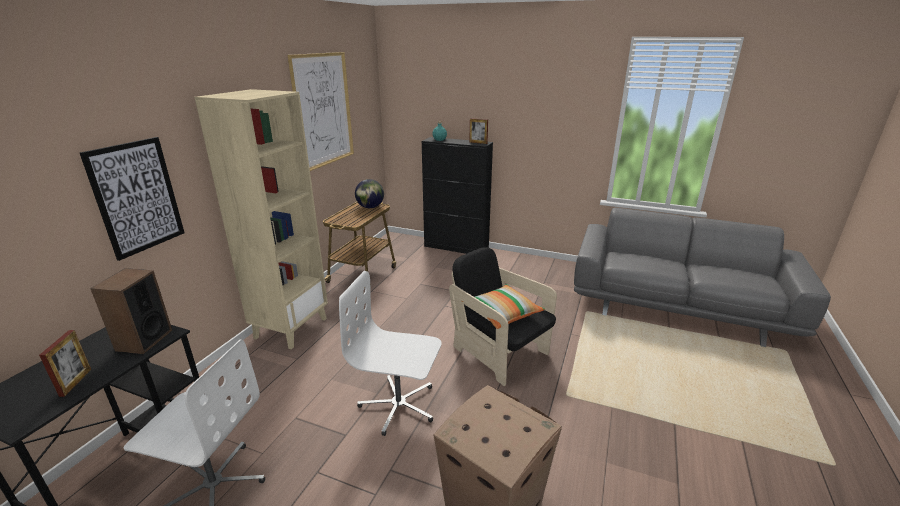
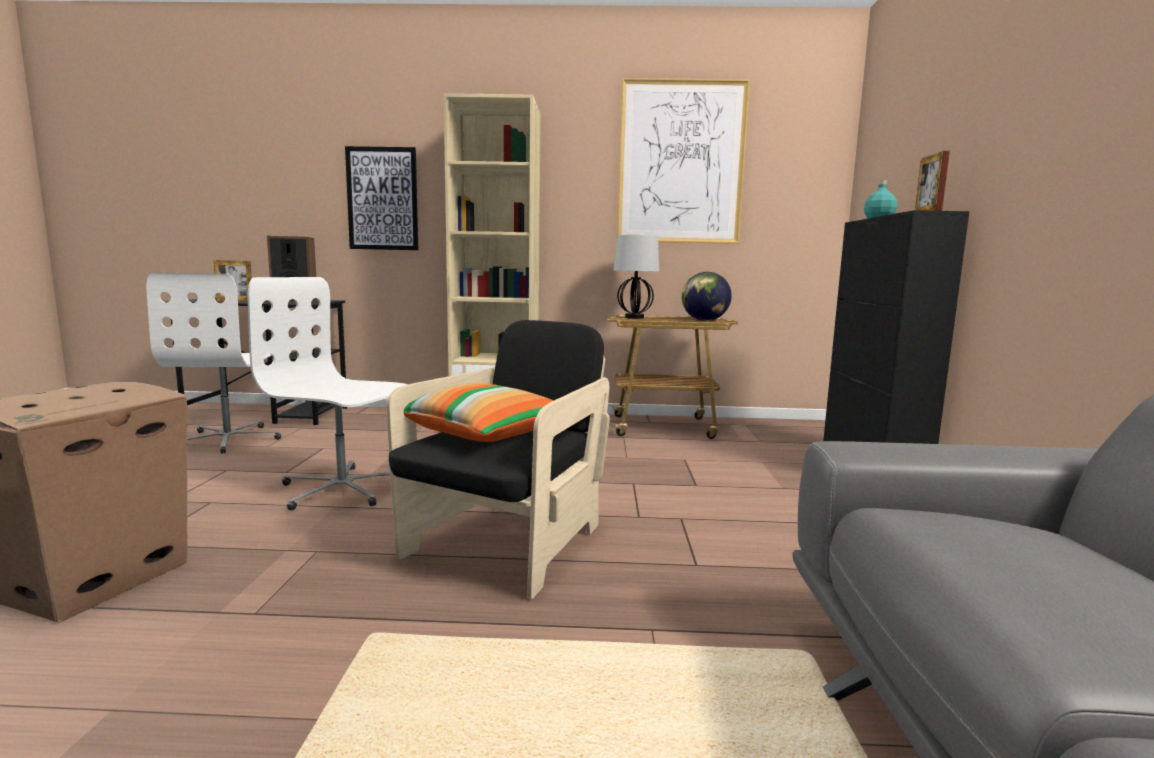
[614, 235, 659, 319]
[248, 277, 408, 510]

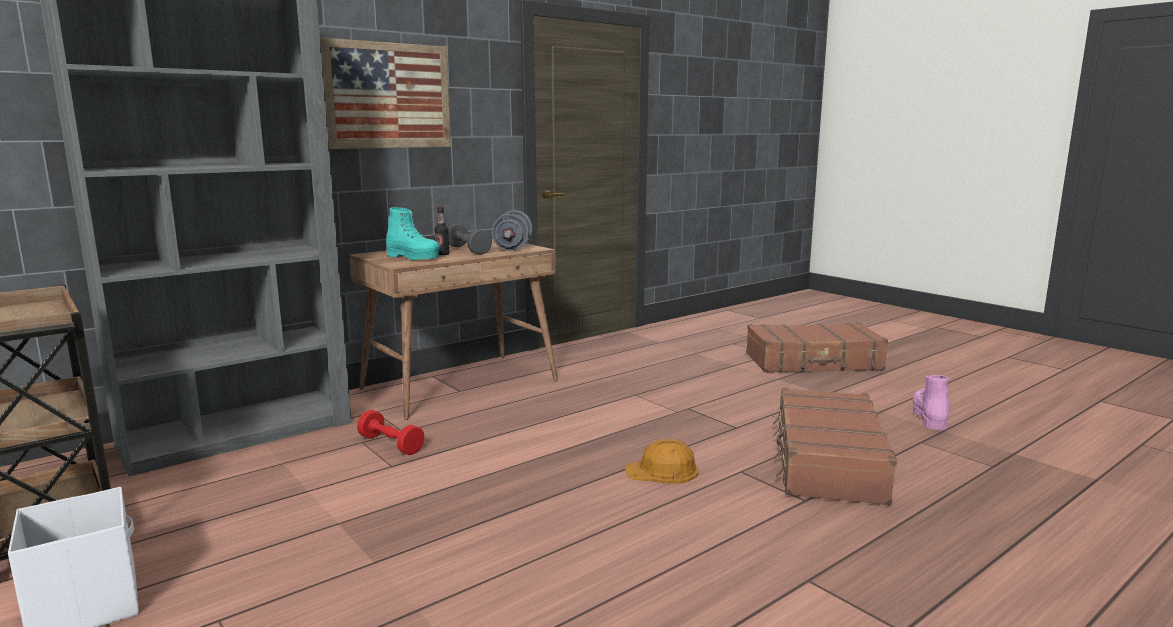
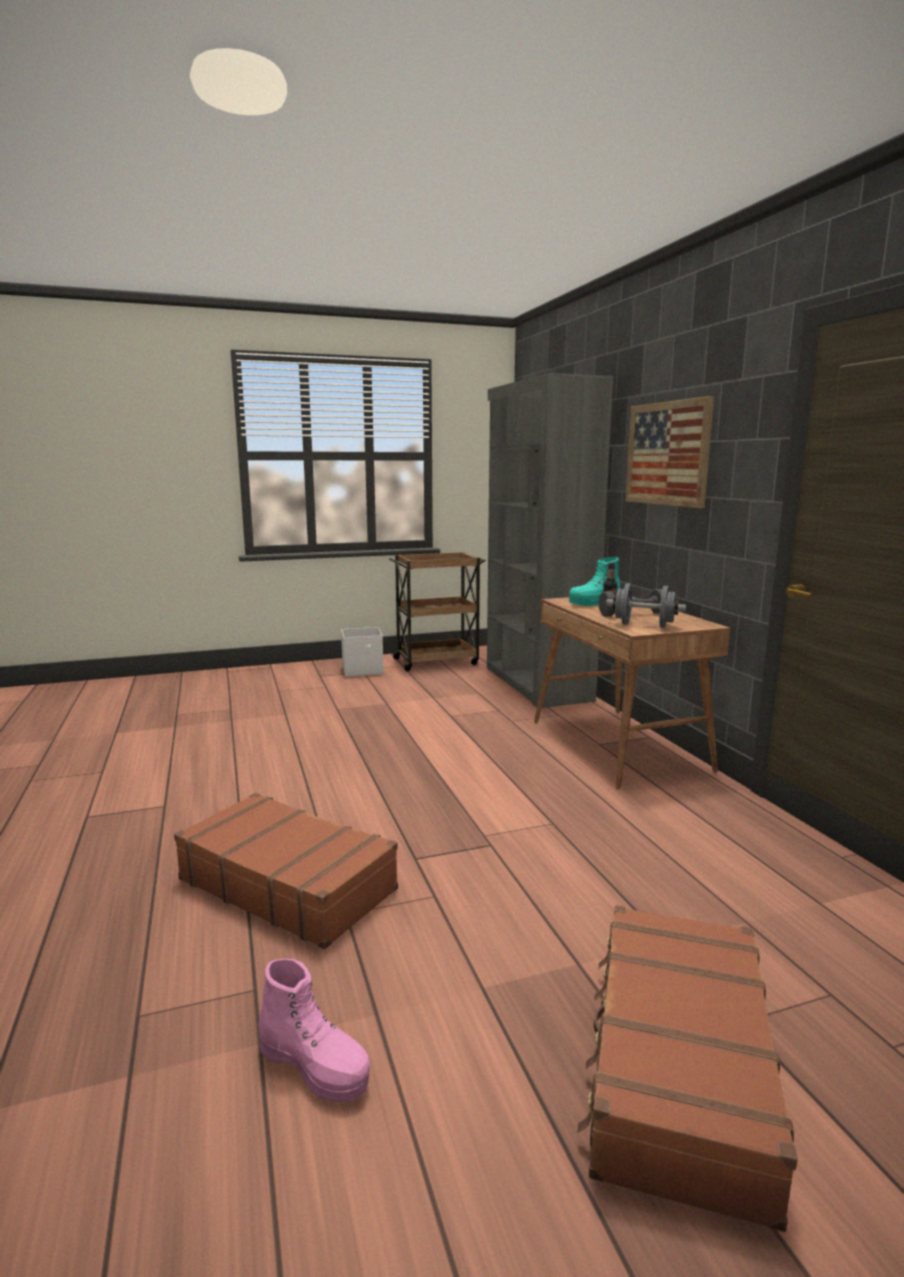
[357, 410, 425, 455] (first image)
[625, 439, 699, 484] (first image)

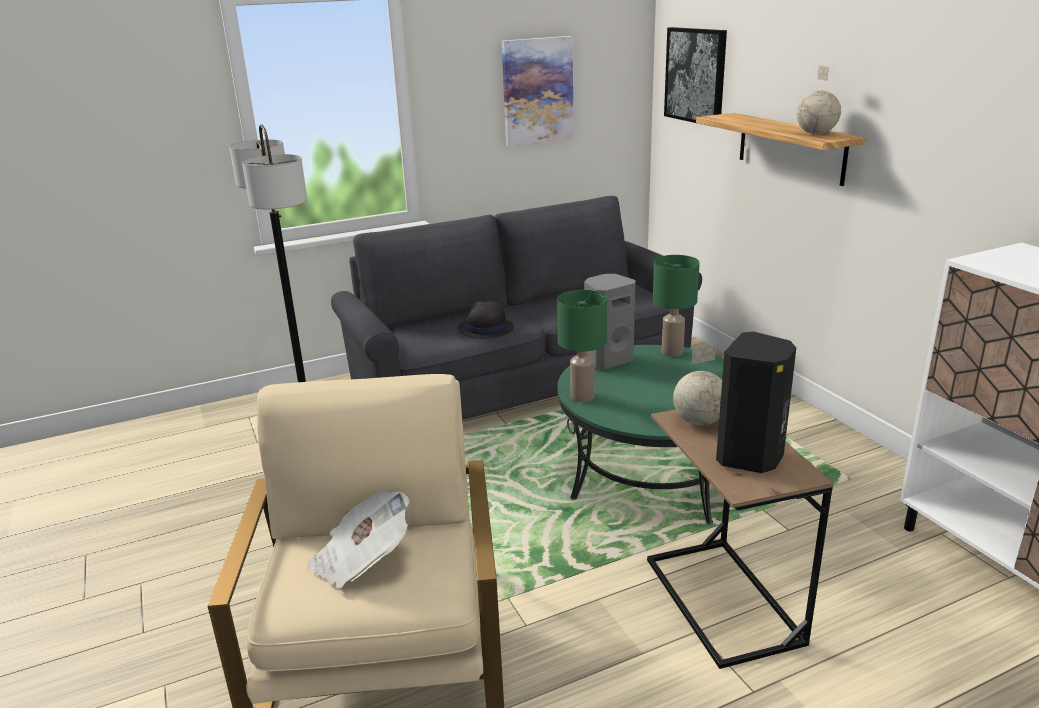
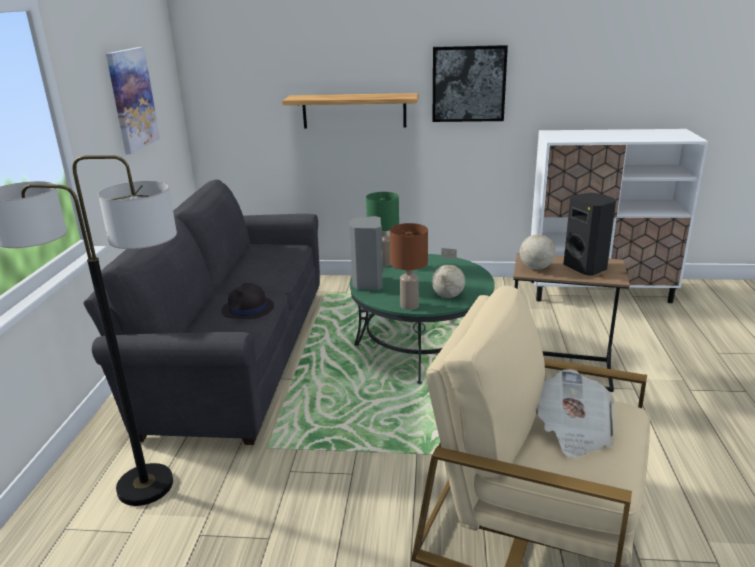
[433, 45, 508, 122]
[432, 248, 465, 298]
[390, 223, 428, 310]

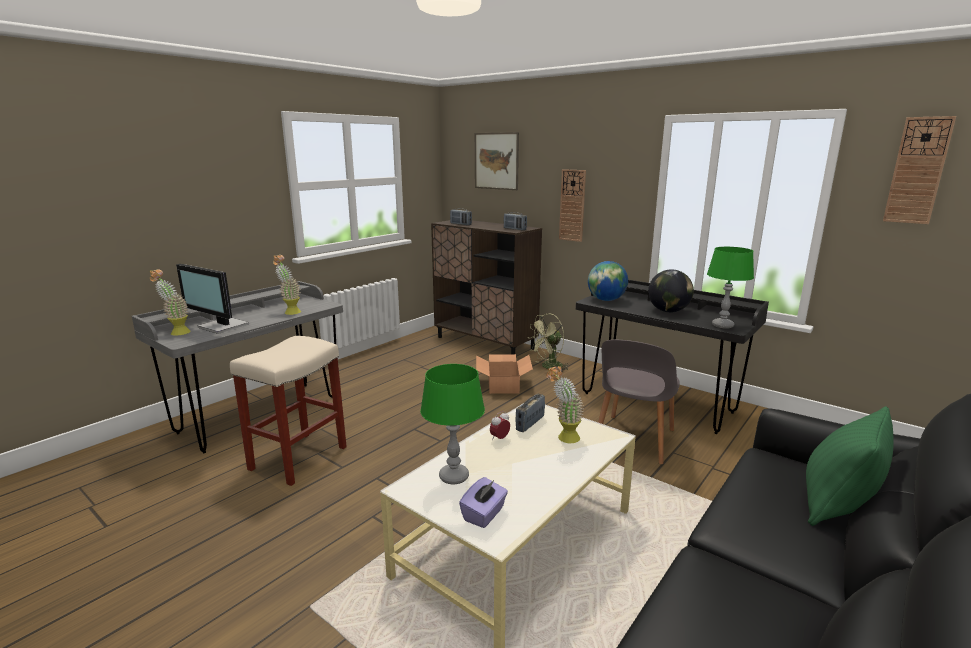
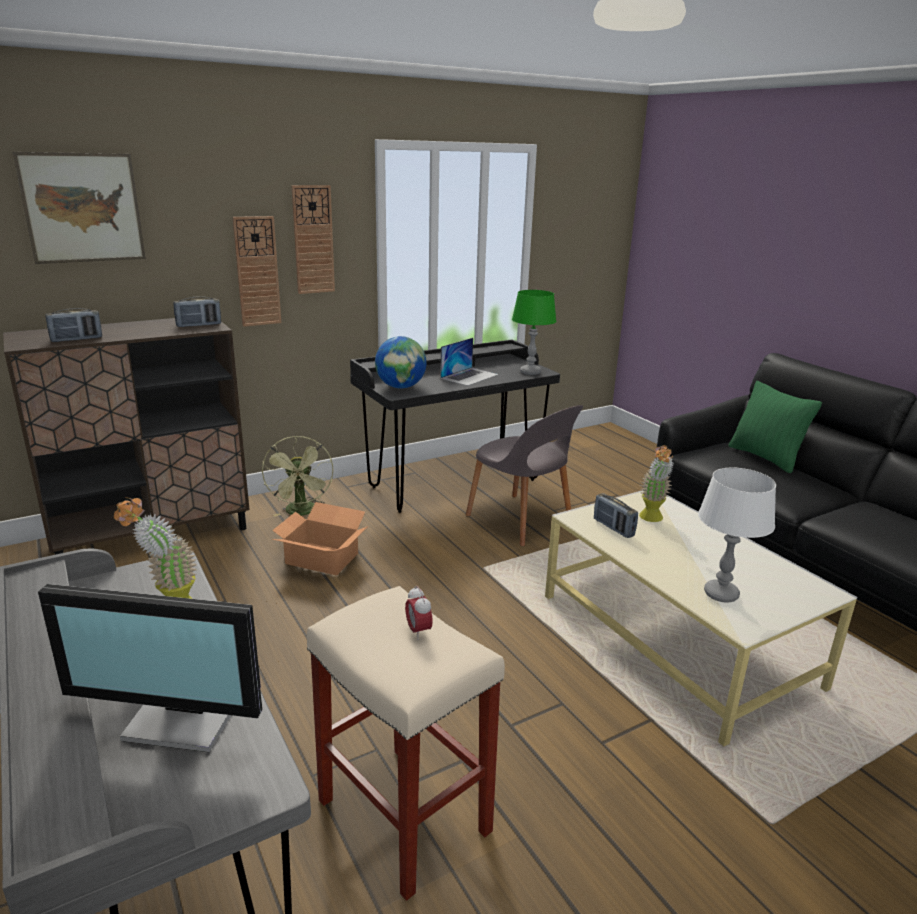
[150, 269, 191, 336] (first image)
[459, 477, 508, 528] (first image)
[405, 586, 433, 640]
[291, 185, 335, 294]
[440, 338, 499, 386]
[698, 467, 776, 603]
[38, 584, 262, 752]

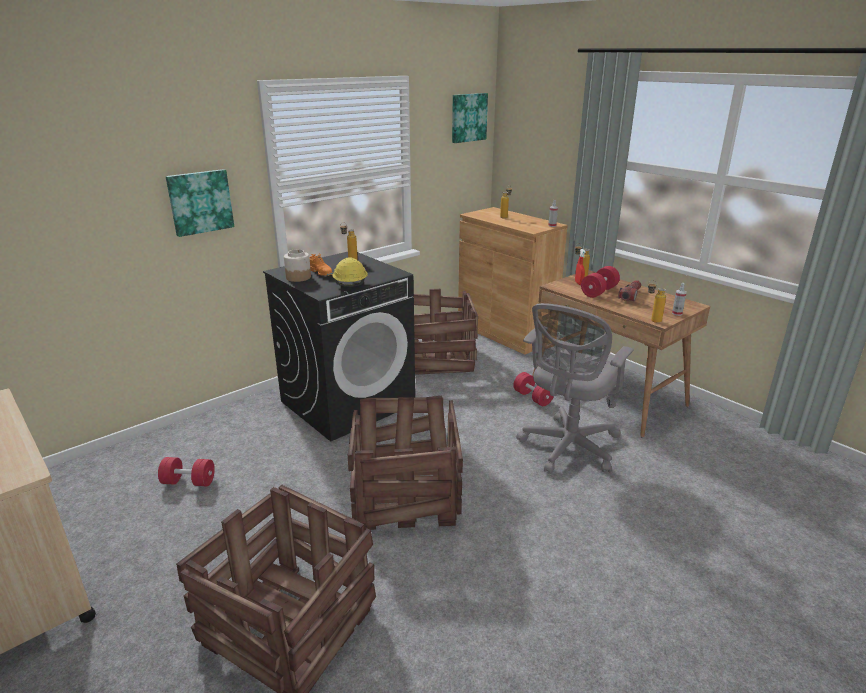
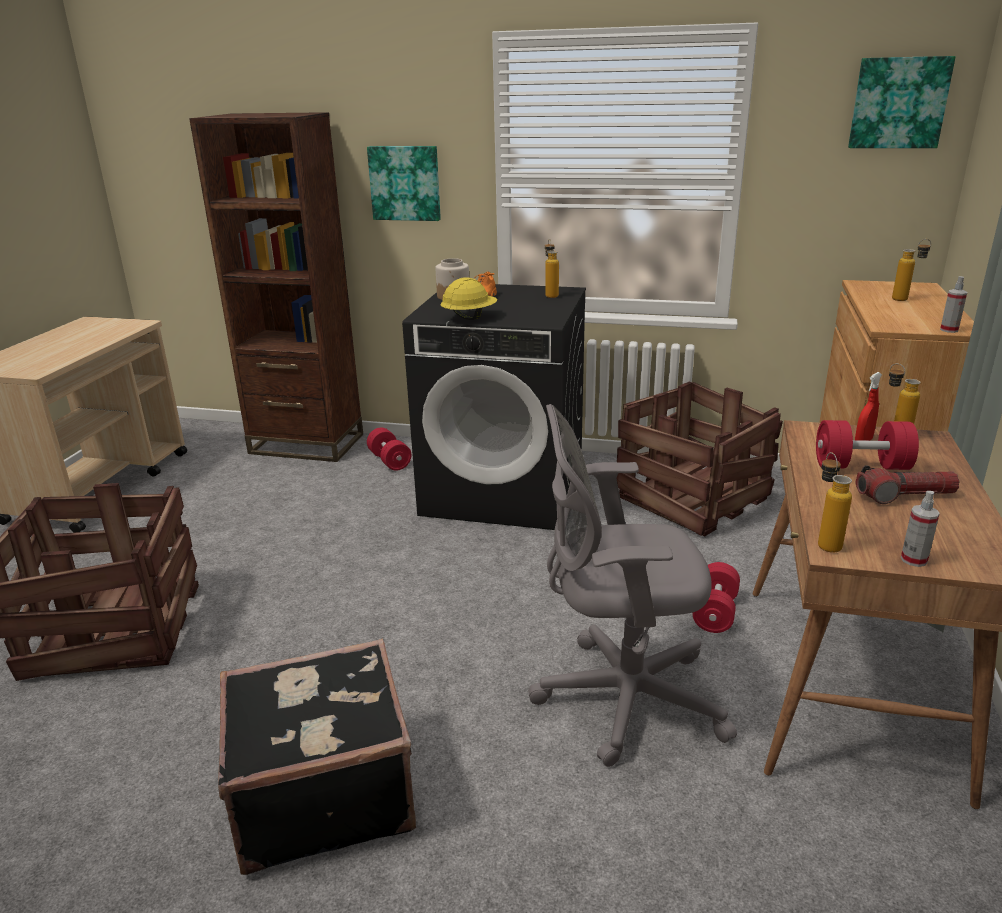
[348, 395, 463, 530] (first image)
[189, 112, 363, 462]
[218, 638, 416, 875]
[367, 428, 411, 471]

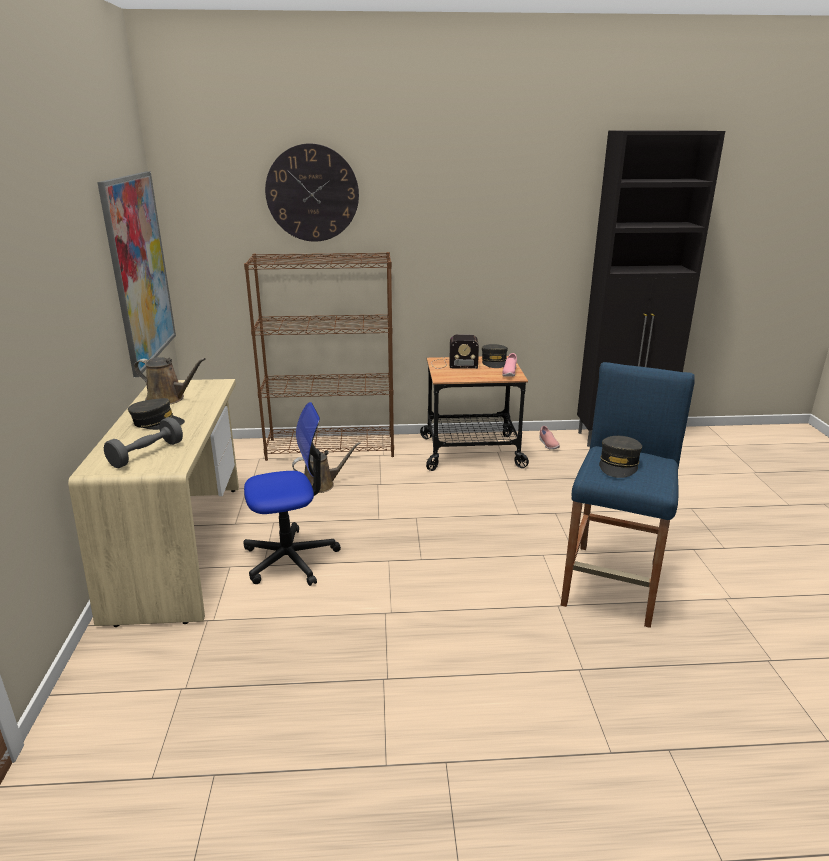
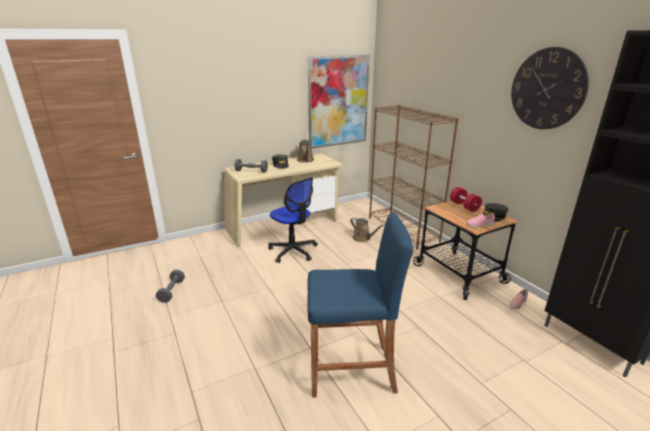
[599, 436, 642, 478] (first image)
[156, 270, 185, 303]
[511, 47, 589, 129]
[450, 187, 482, 212]

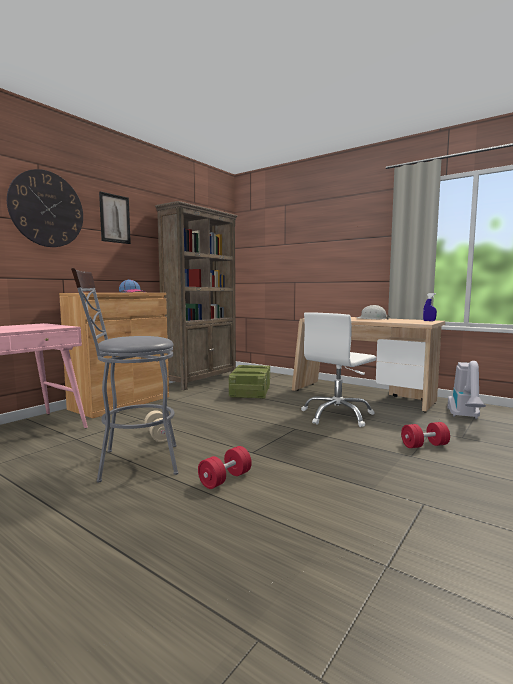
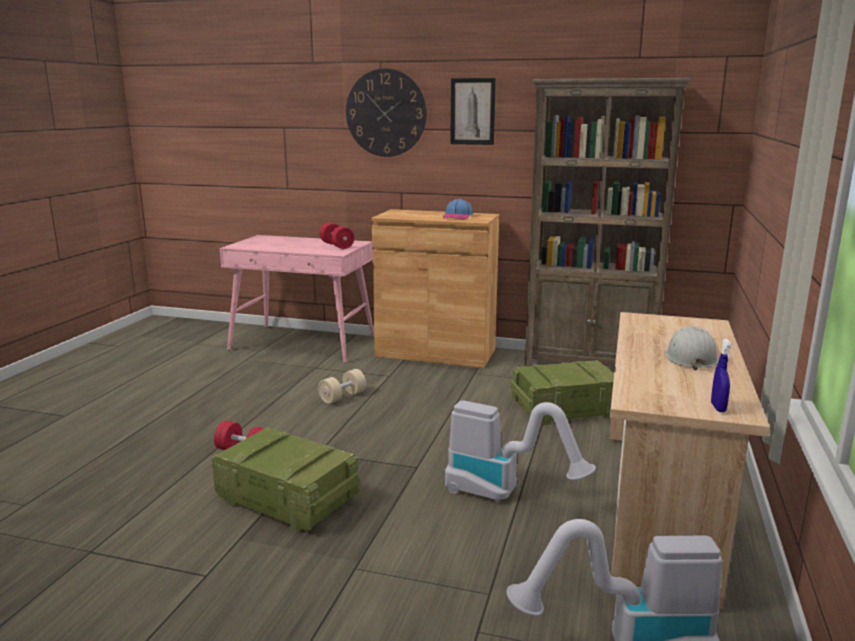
[71, 268, 178, 483] (first image)
[211, 427, 359, 531]
[319, 223, 354, 249]
[445, 401, 596, 503]

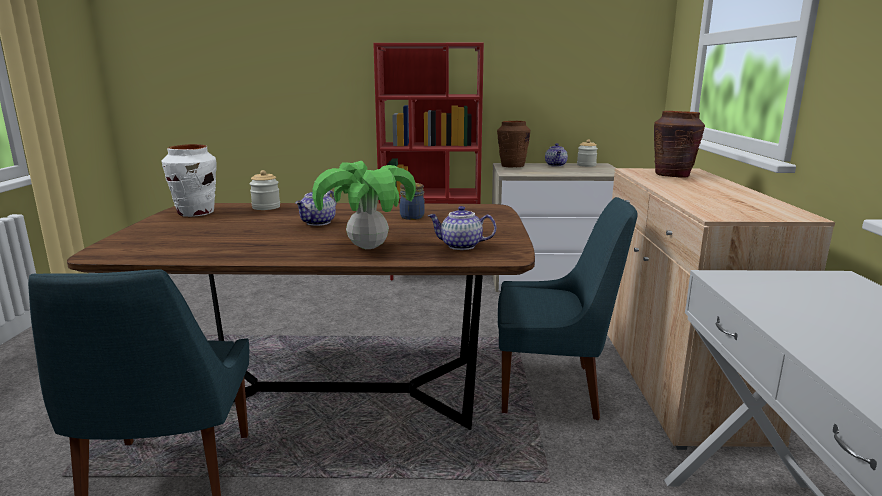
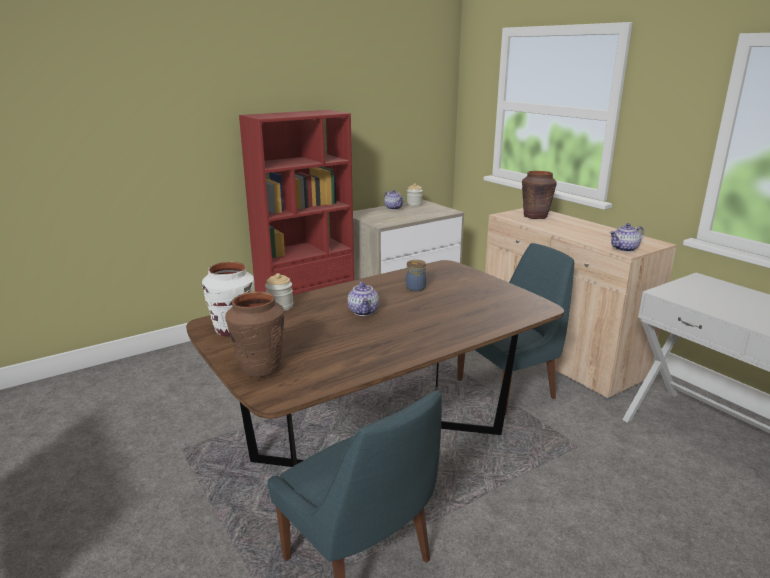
[312, 161, 416, 249] (first image)
[610, 223, 644, 252]
[225, 291, 285, 377]

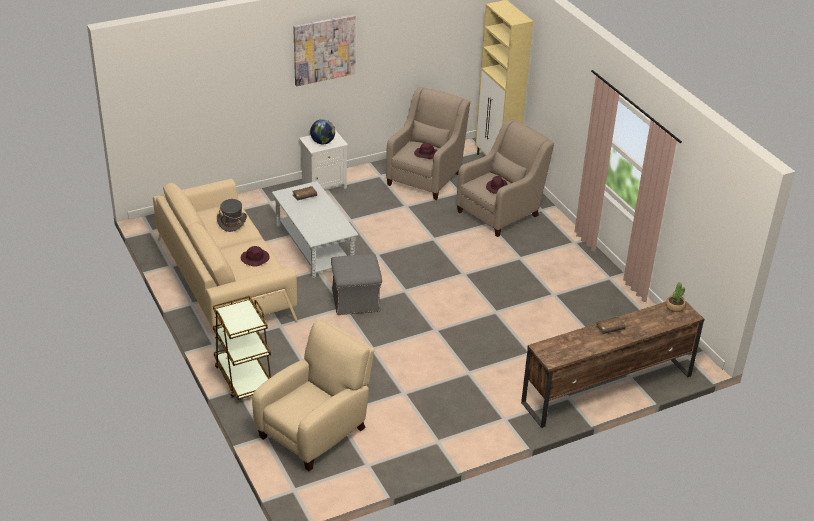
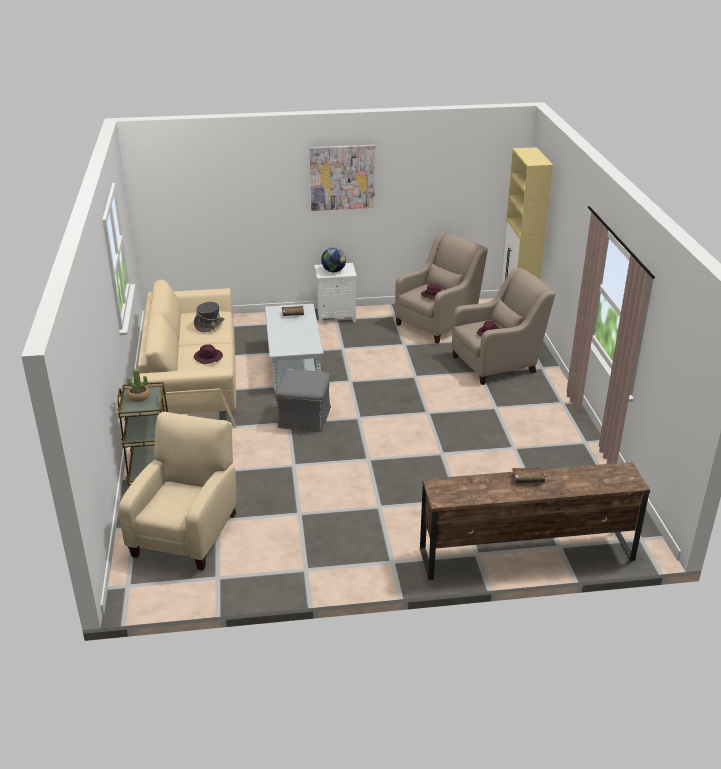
[127, 369, 150, 402]
[118, 412, 236, 570]

